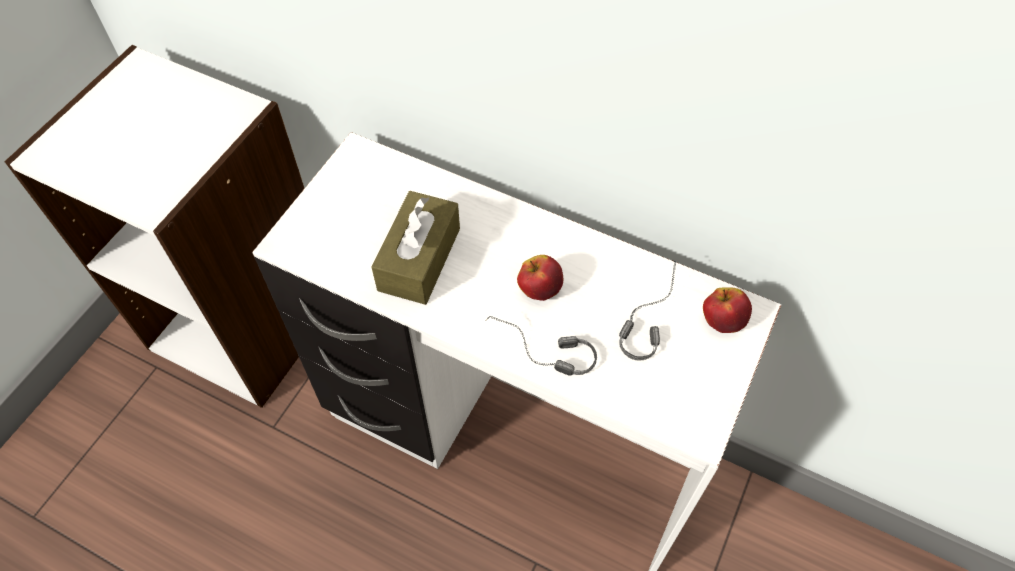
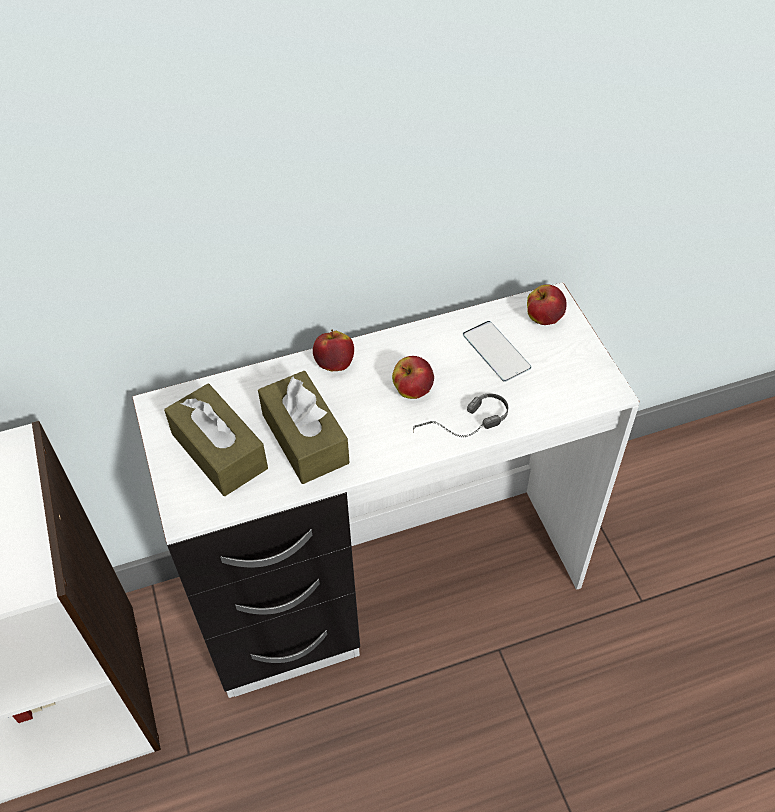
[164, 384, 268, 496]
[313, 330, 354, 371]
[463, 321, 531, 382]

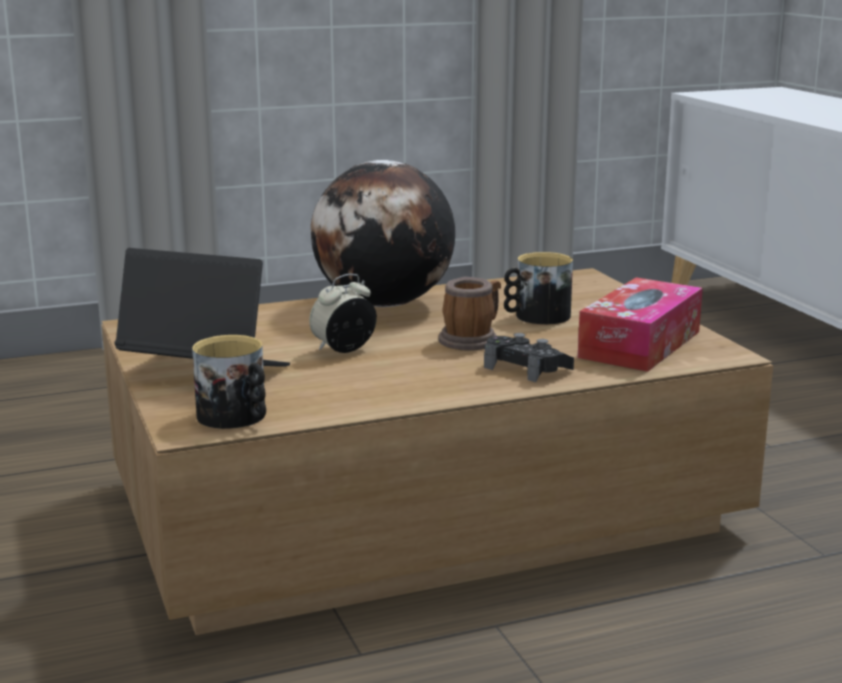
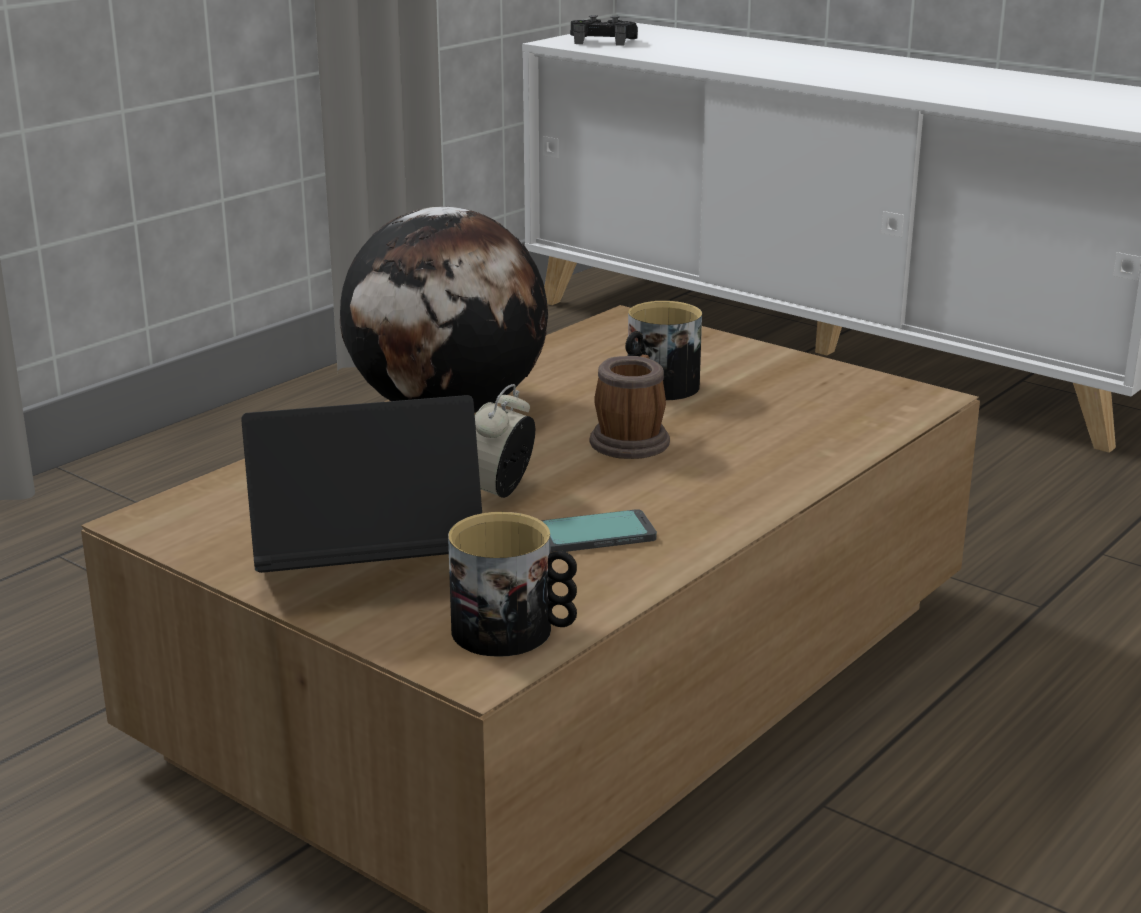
[578, 277, 703, 372] (first image)
[541, 509, 657, 553]
[570, 15, 638, 46]

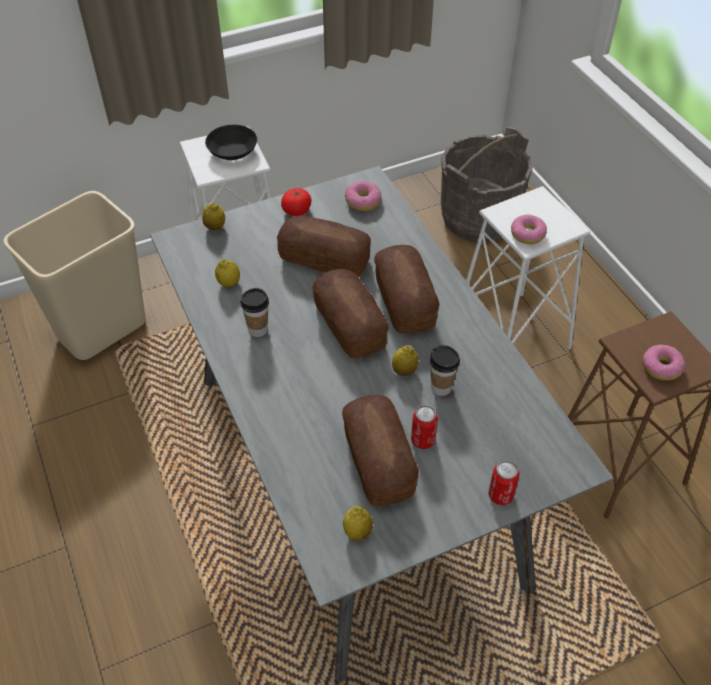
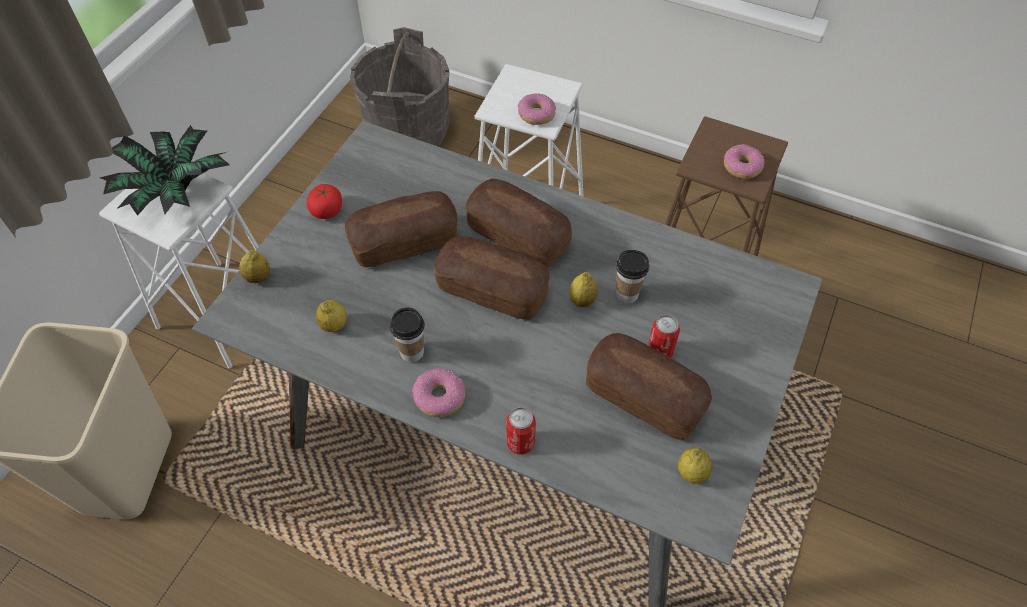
[412, 368, 465, 417]
[506, 407, 536, 454]
[100, 125, 230, 216]

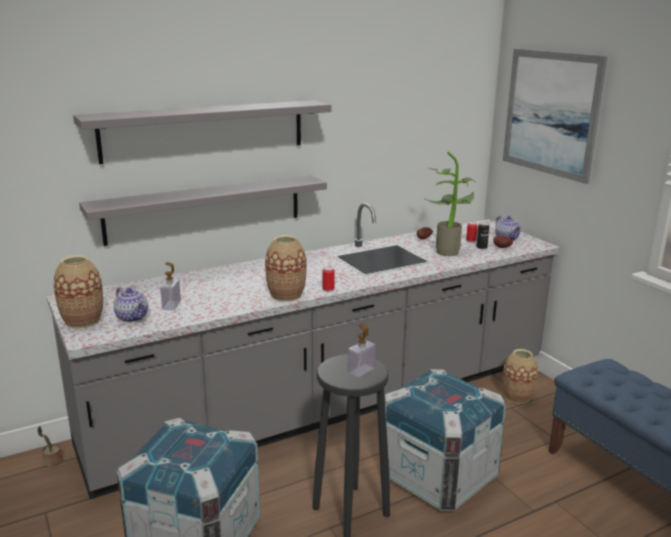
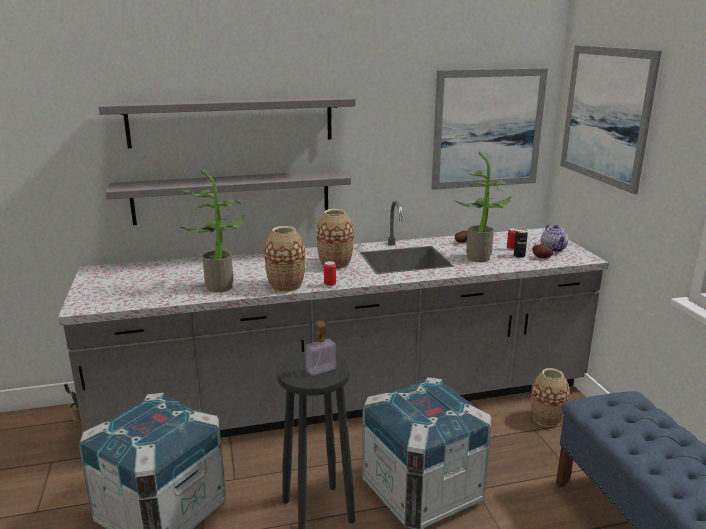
[114, 287, 148, 322] (first image)
[160, 262, 181, 310] (first image)
[180, 170, 245, 292]
[432, 68, 548, 190]
[317, 209, 354, 269]

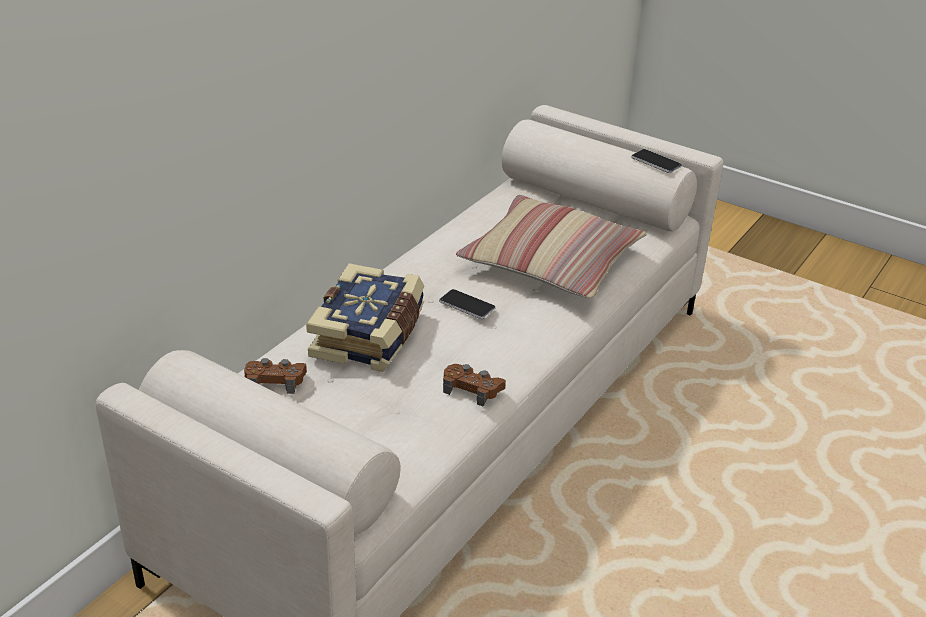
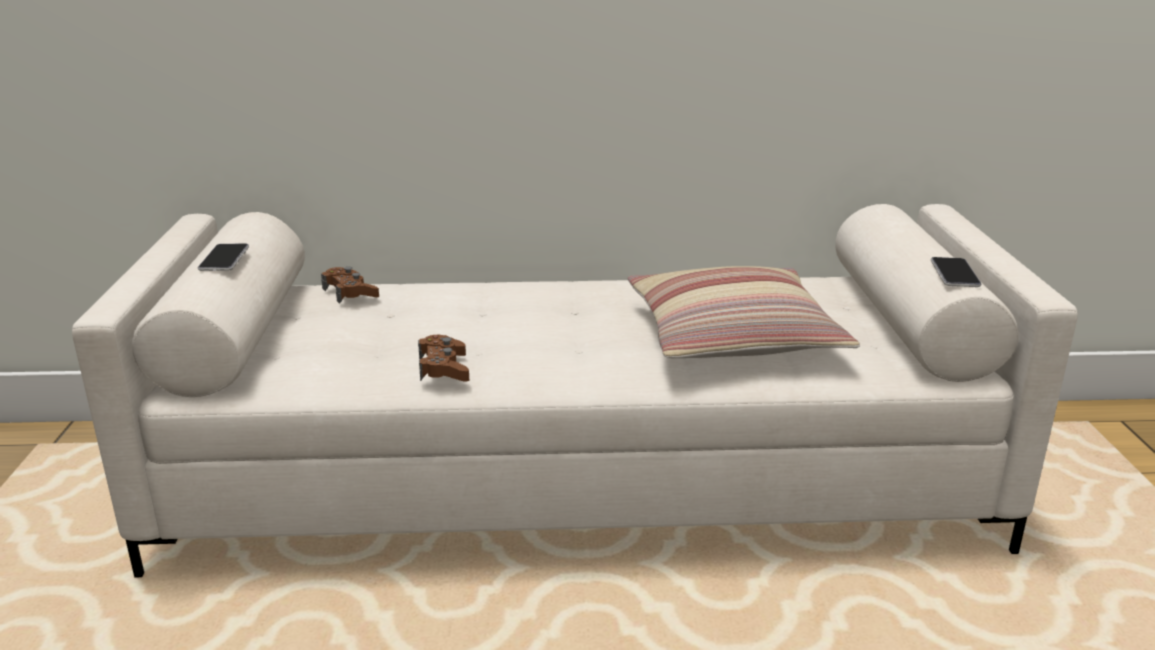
[306, 263, 424, 372] (first image)
[198, 243, 249, 271]

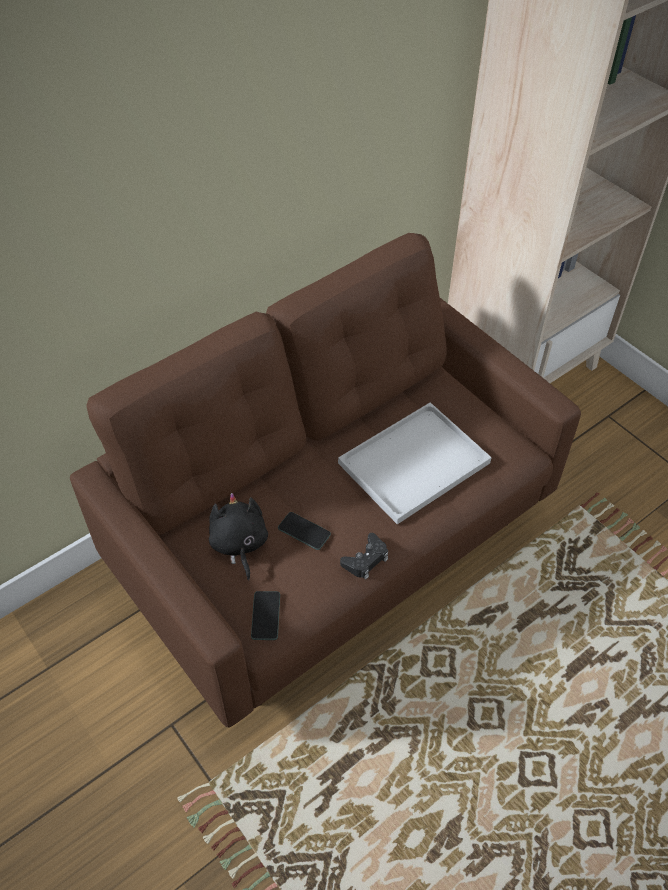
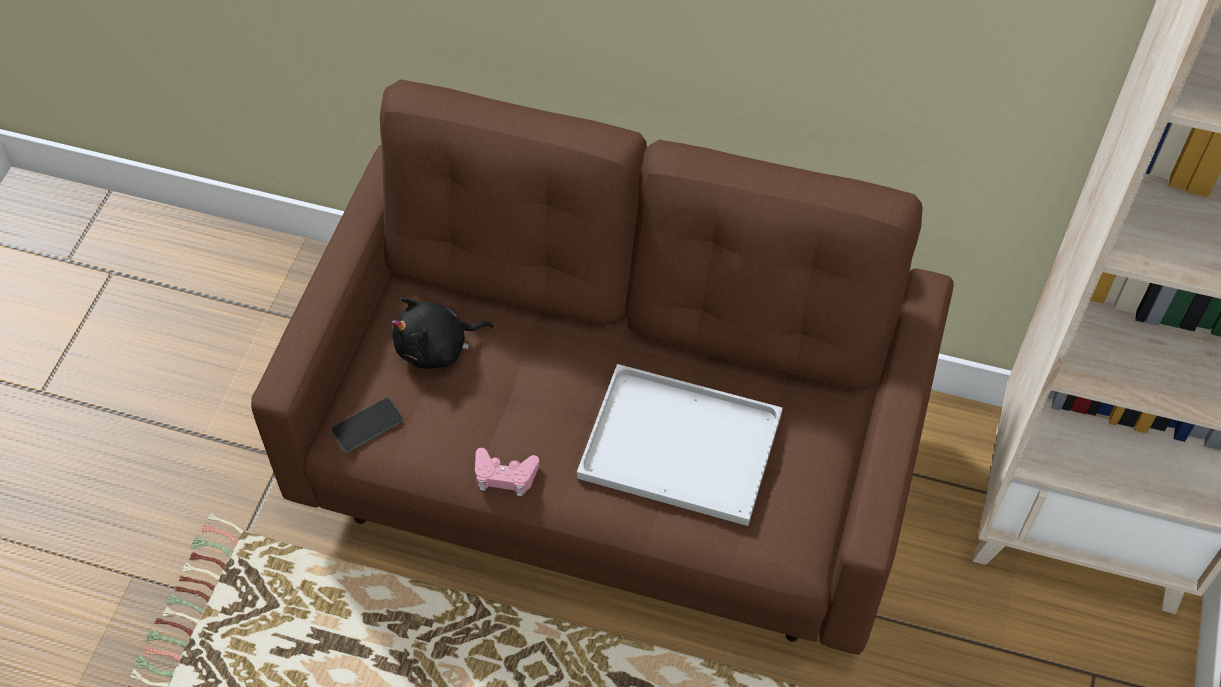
[278, 512, 331, 550] (first image)
[475, 448, 540, 496]
[392, 297, 493, 369]

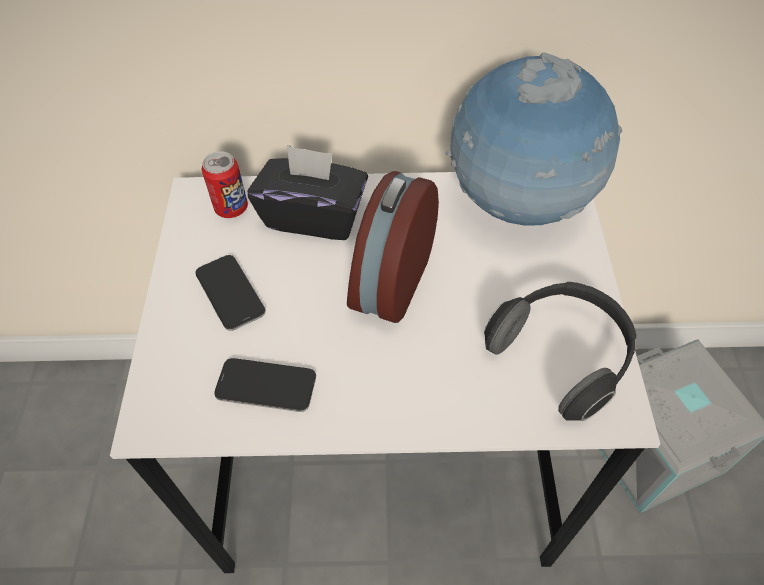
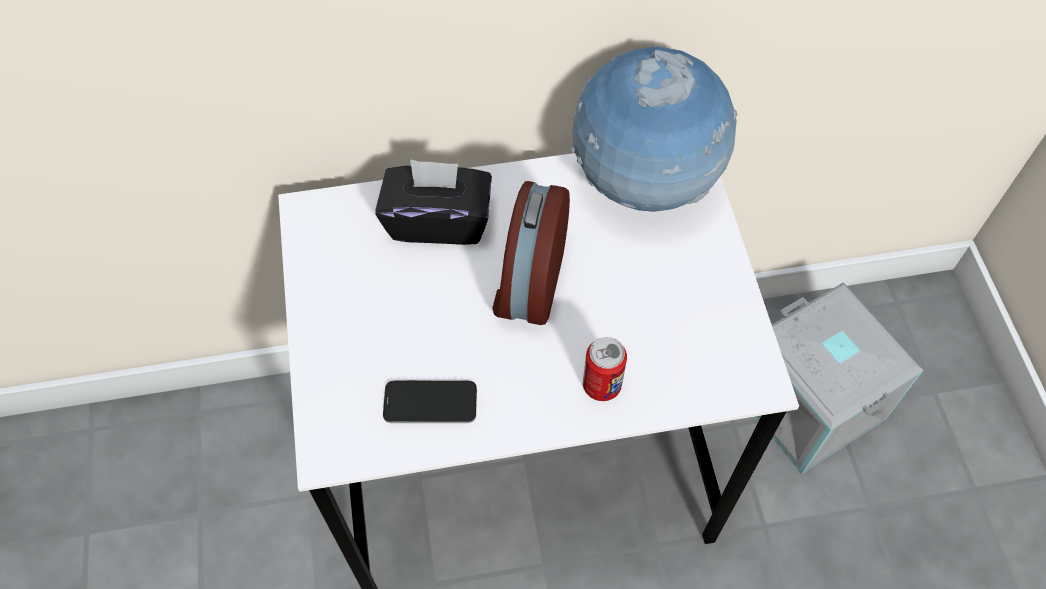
[195, 255, 266, 331] (first image)
[484, 282, 636, 421] (first image)
[583, 337, 627, 401]

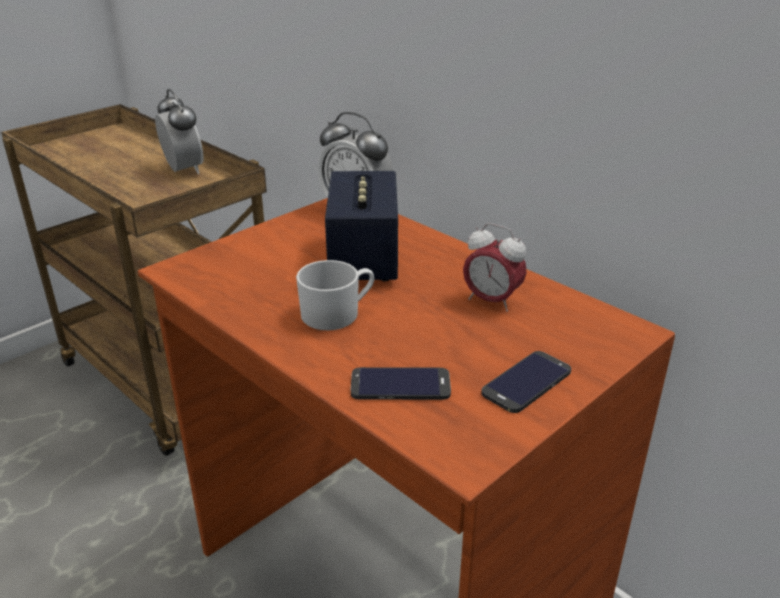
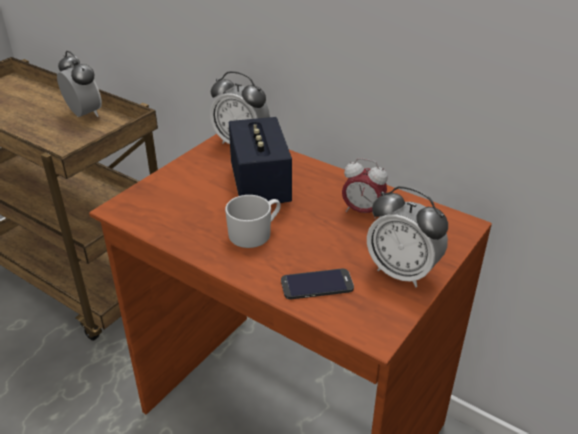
[367, 186, 448, 287]

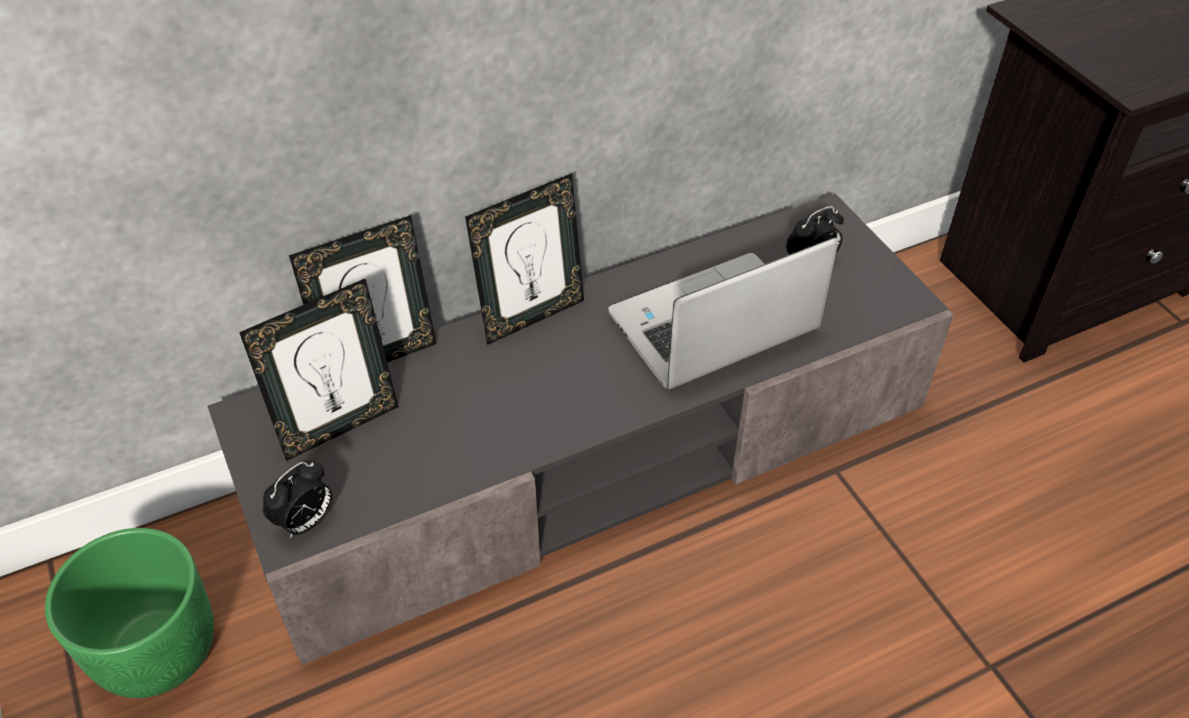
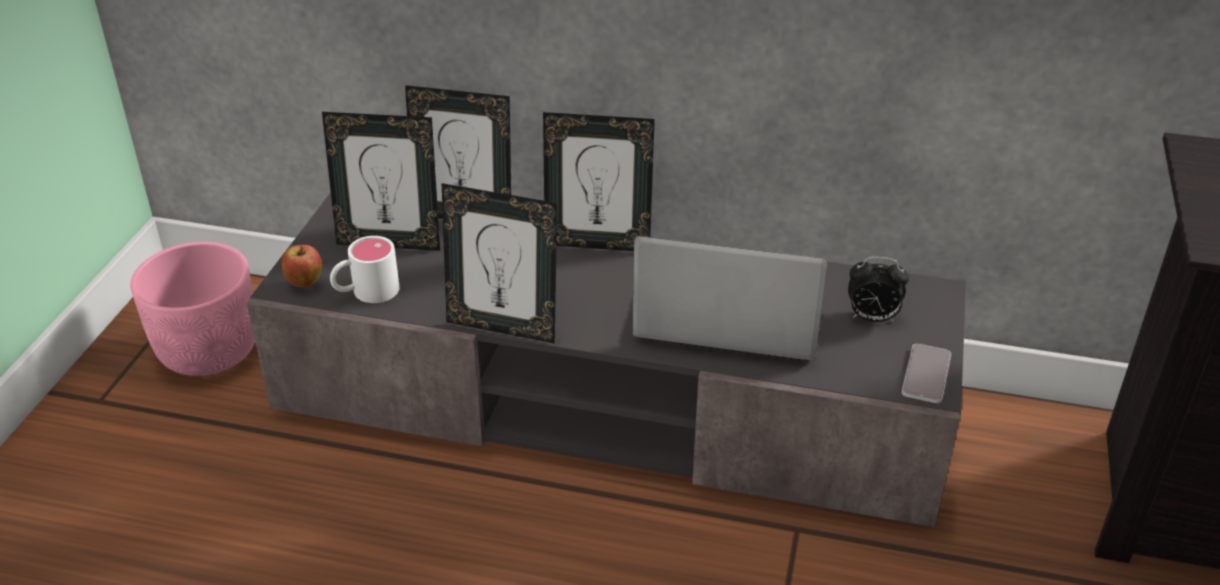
[330, 236, 400, 303]
[442, 183, 557, 344]
[902, 344, 951, 403]
[281, 245, 322, 287]
[130, 242, 255, 376]

